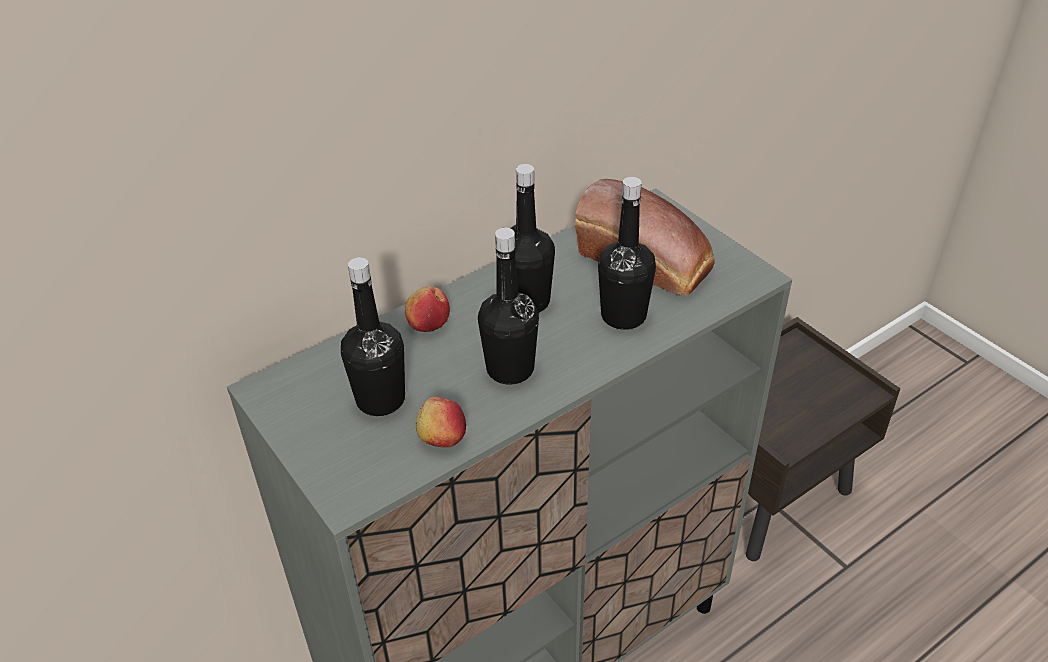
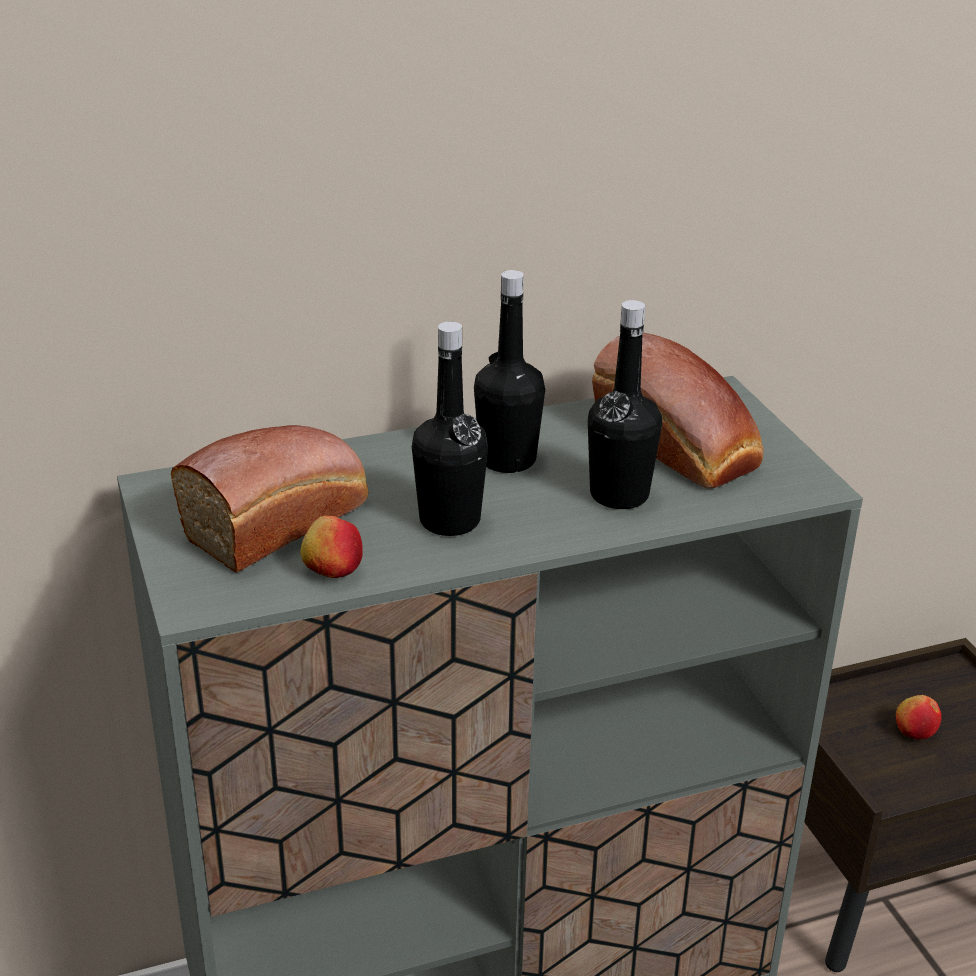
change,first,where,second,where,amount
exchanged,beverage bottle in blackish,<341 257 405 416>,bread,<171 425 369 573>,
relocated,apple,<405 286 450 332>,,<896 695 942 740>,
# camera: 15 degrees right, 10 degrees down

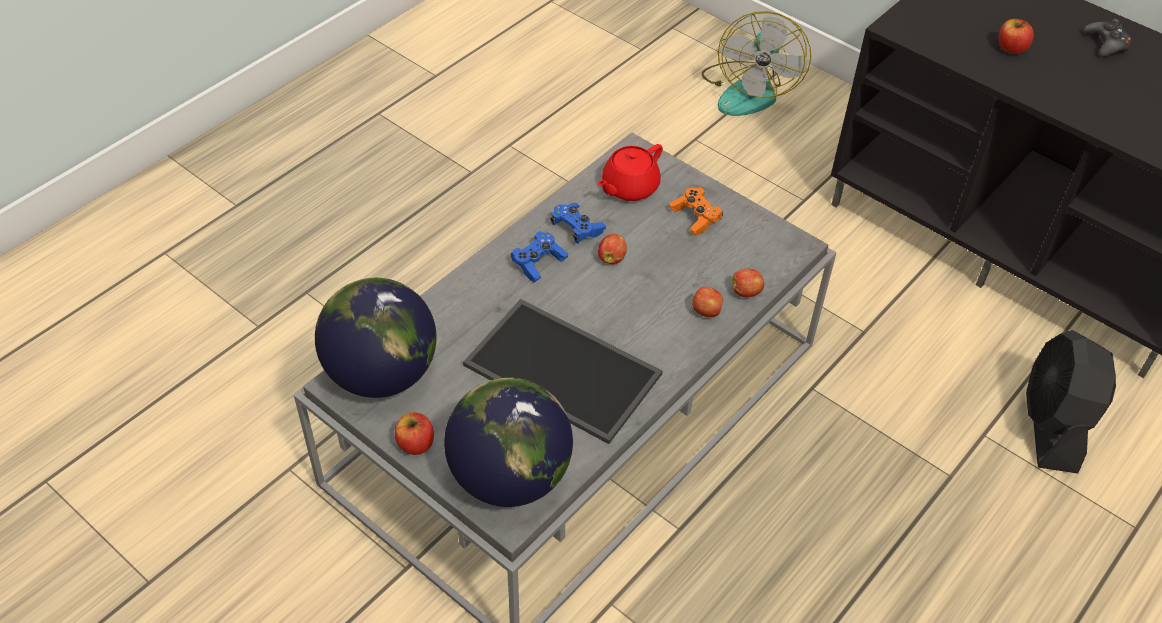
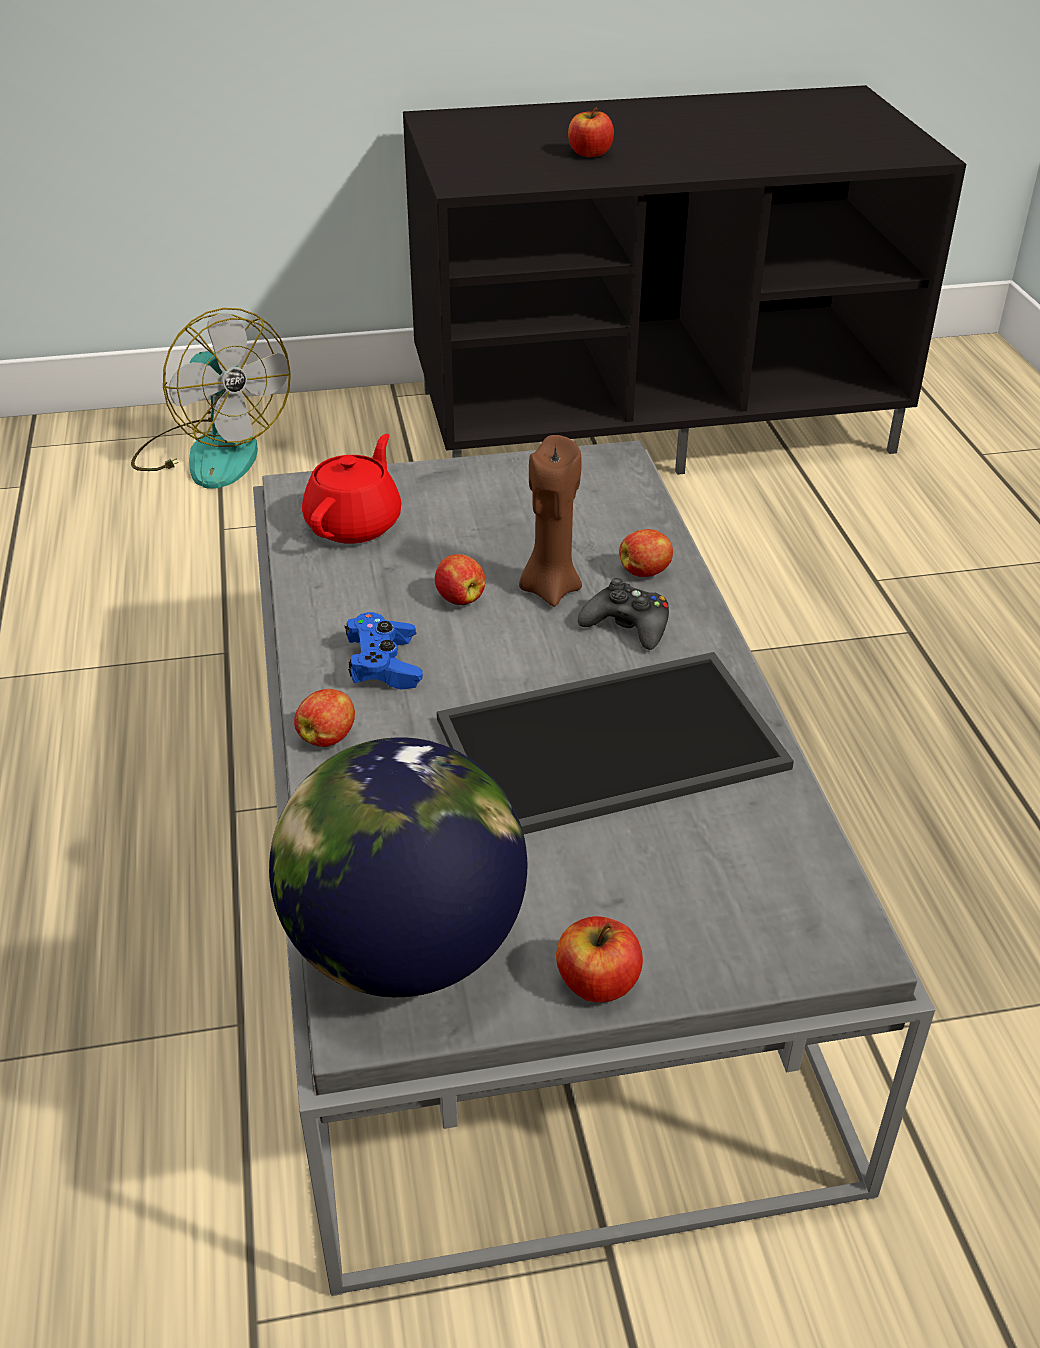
change,first,where,second,where,amount
relocated,joypad in blackish,<1084 19 1132 57>,,<578 578 669 650>,
spun,tea pot in red,<597 144 663 201>,,<302 434 402 543>,150 degrees counterclockwise
missing,joypad in orange-coloured,<669 187 723 236>,,,
missing,joypad in blue-coloured,<550 203 606 243>,,,
relocated,apple,<732 269 764 297>,,<294 689 355 747>,
missing,fan in blackish,<1026 330 1116 474>,,,
missing,world globe,<444 378 573 507>,,,
appeared,,,candle in brown,<519 435 582 607>,
# camera: 50 degrees left, 10 degrees down

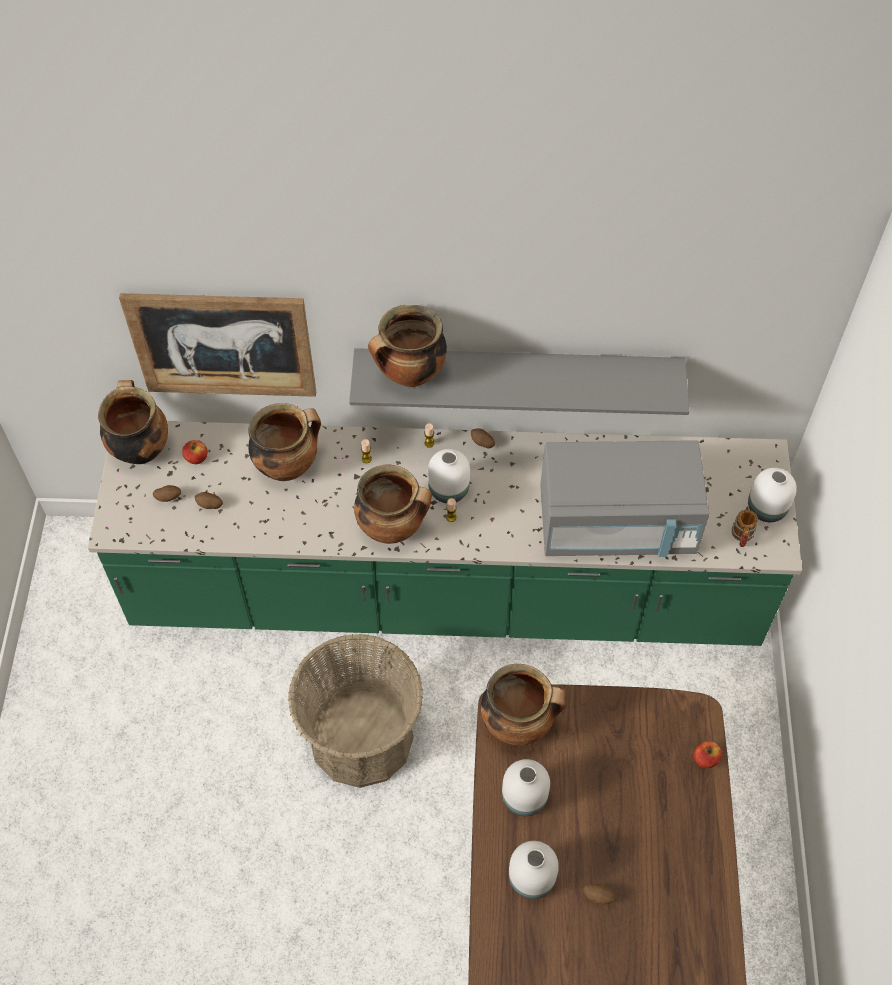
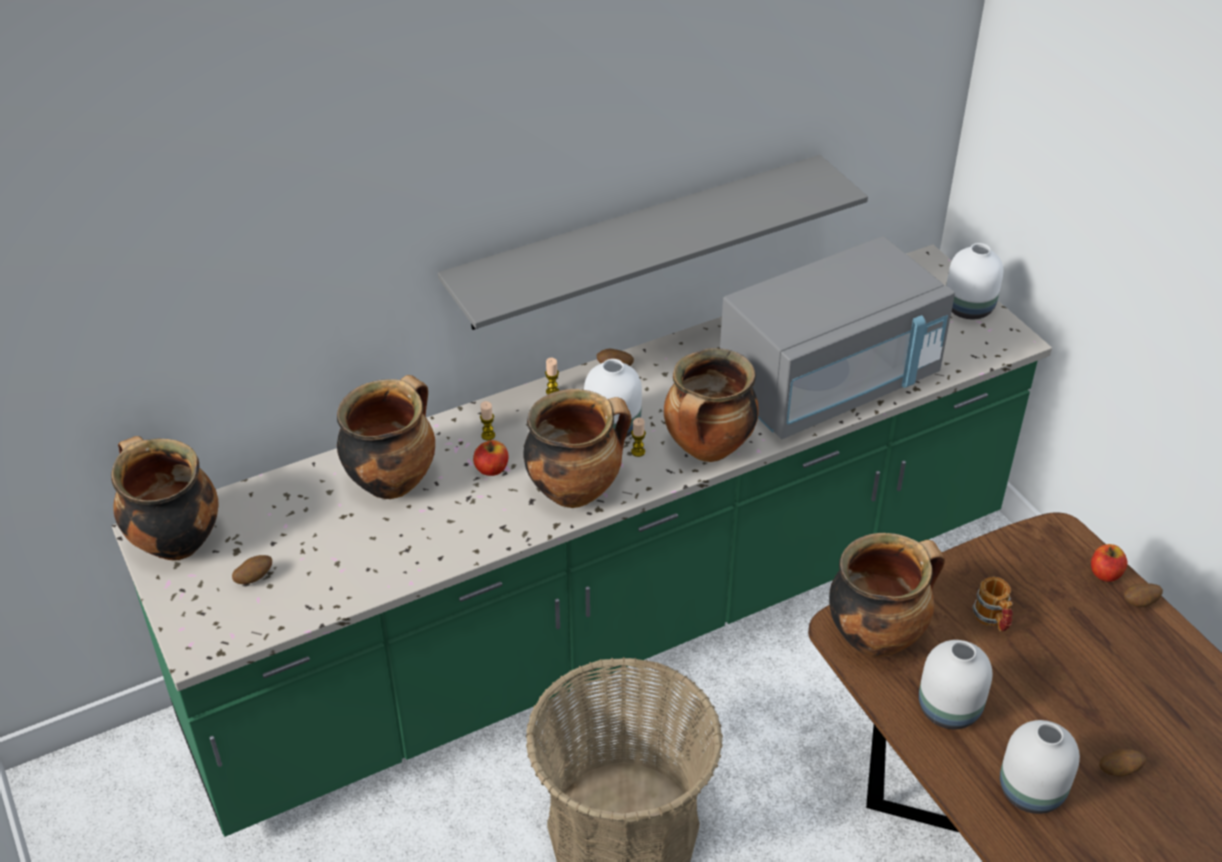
change,first,where,second,where,amount
missing,wall picture,<119 293 316 397>,,,
relocated,stockpot,<368 305 447 387>,,<664 348 759 462>,
relocated,apple,<182 440 208 464>,,<473 440 509 476>,
relocated,whole potato,<195 492 223 509>,,<1124 583 1163 607>,
relocated,mug,<732 510 758 547>,,<972 577 1013 632>,
# camera: 30 degrees left, 15 degrees down

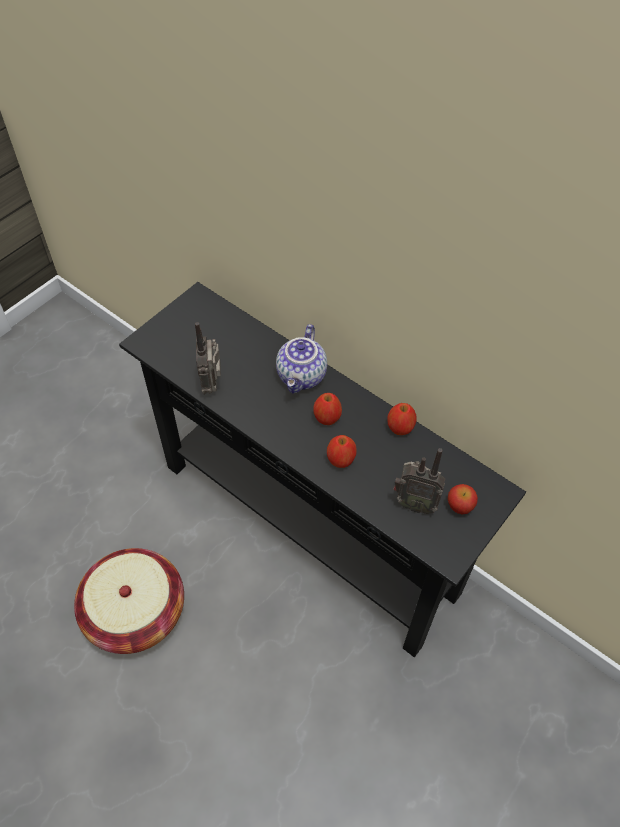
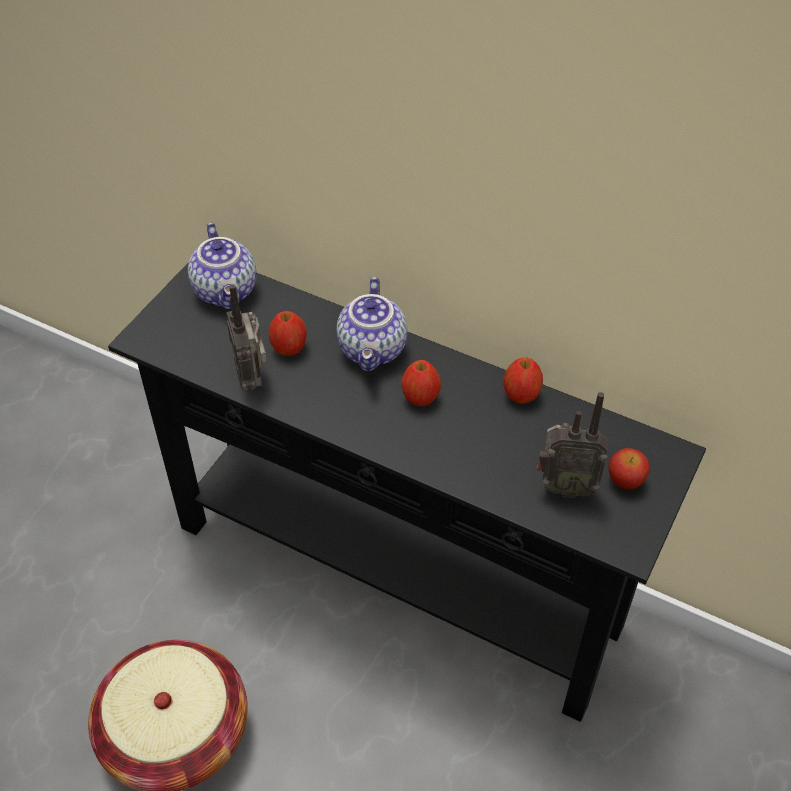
change,first,where,second,where,amount
relocated,apple,<327 435 357 468>,,<269 311 307 356>,
appeared,,,tea pot,<188 222 257 309>,
# camera: 10 degrees left, 5 degrees down

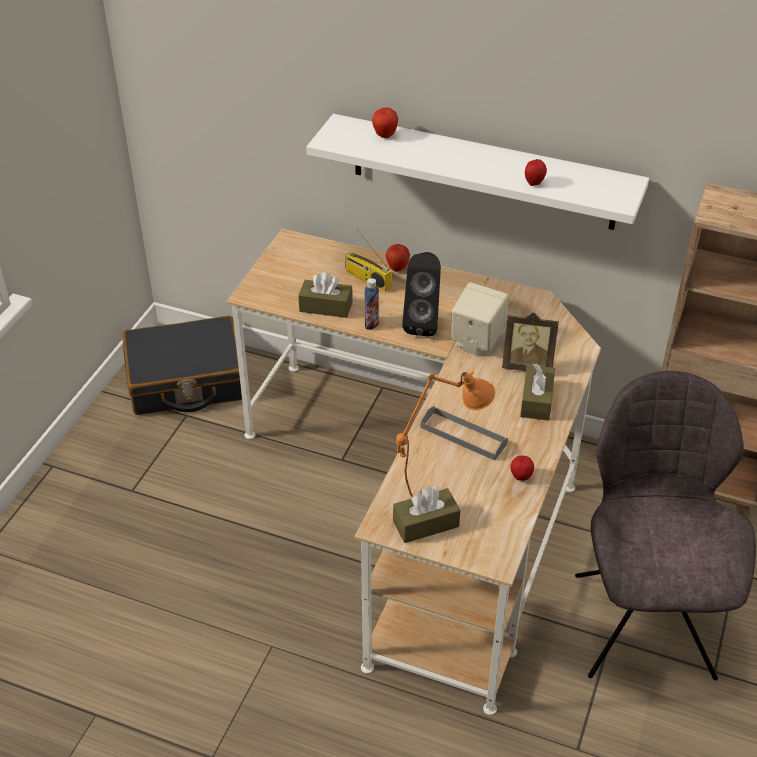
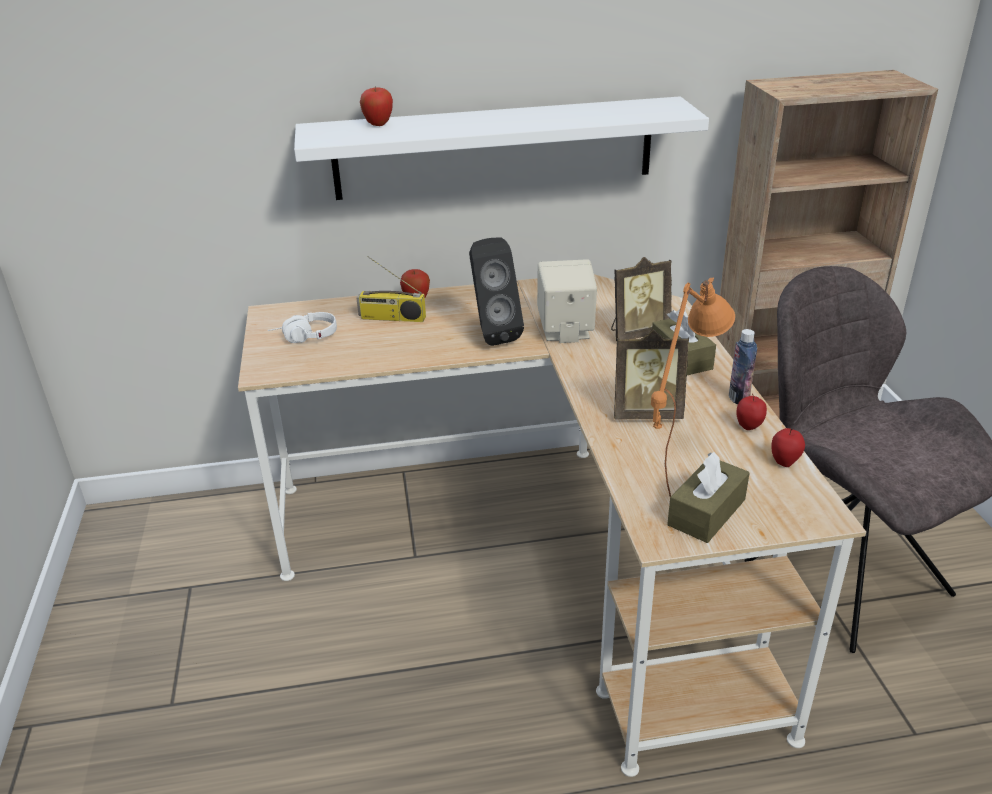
change,first,where,second,where,amount
relocated,apple,<525 159 547 186>,,<772 428 805 467>,
missing,tissue box in brown,<298 272 353 318>,,,
relocated,beverage bottle,<364 278 379 330>,,<729 329 757 405>,
missing,piece of luggage in blackish,<122 316 242 415>,,,
exchanged,tray in greyish,<421 406 508 461>,picture frame,<614 329 689 419>,
appeared,,,pair of headphones in white-coloured,<268 312 337 343>,
# camera: 30 degrees left, 10 degrees down

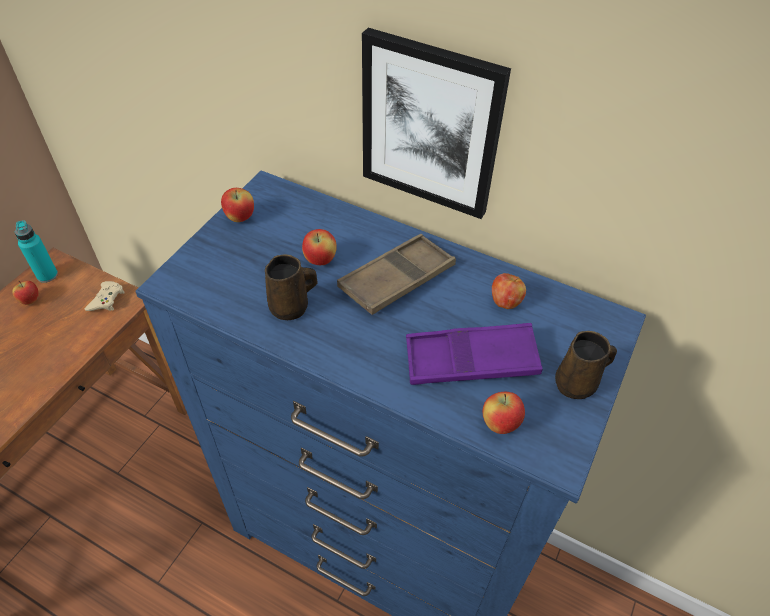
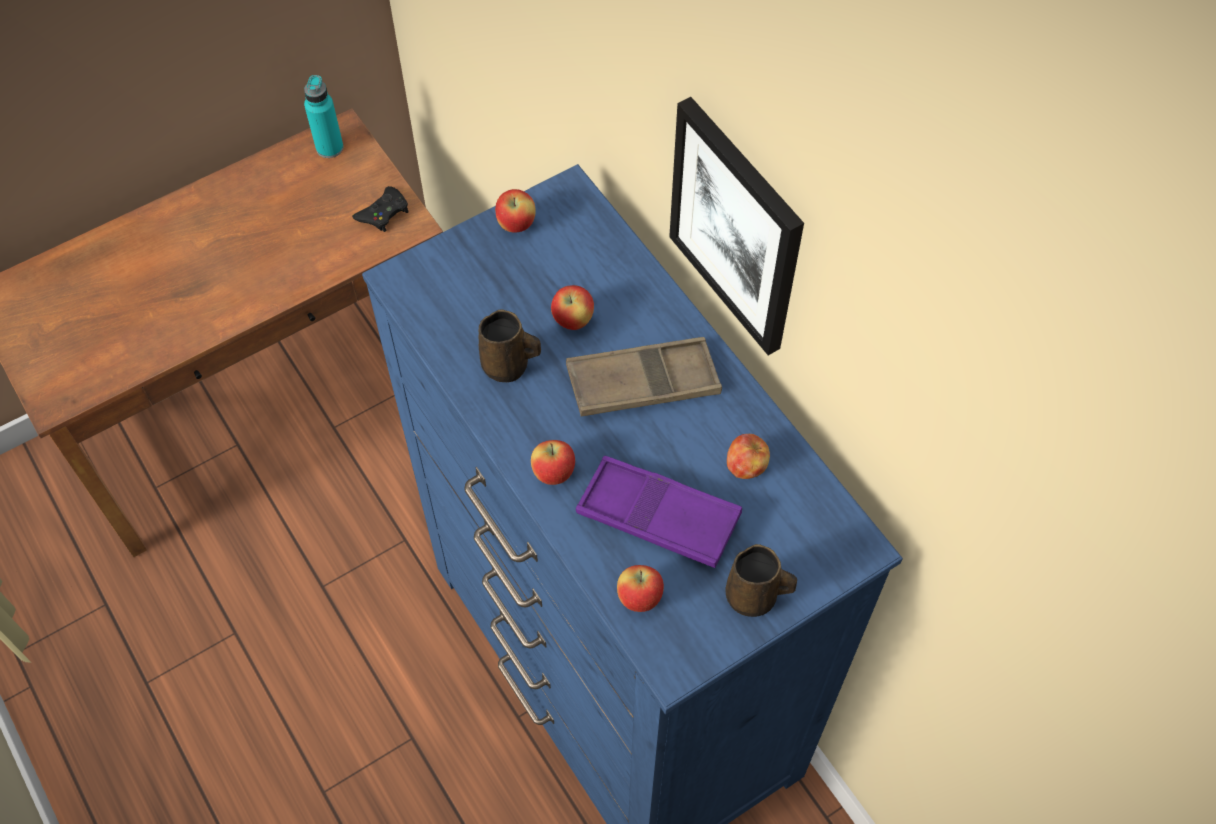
change,first,where,second,where,amount
relocated,apple,<12 281 39 305>,,<531 440 575 485>,
colour,joypad in beige,<85 281 125 311>,joypad in blackish,<352 186 409 232>,
# camera: 30 degrees right, 10 degrees up

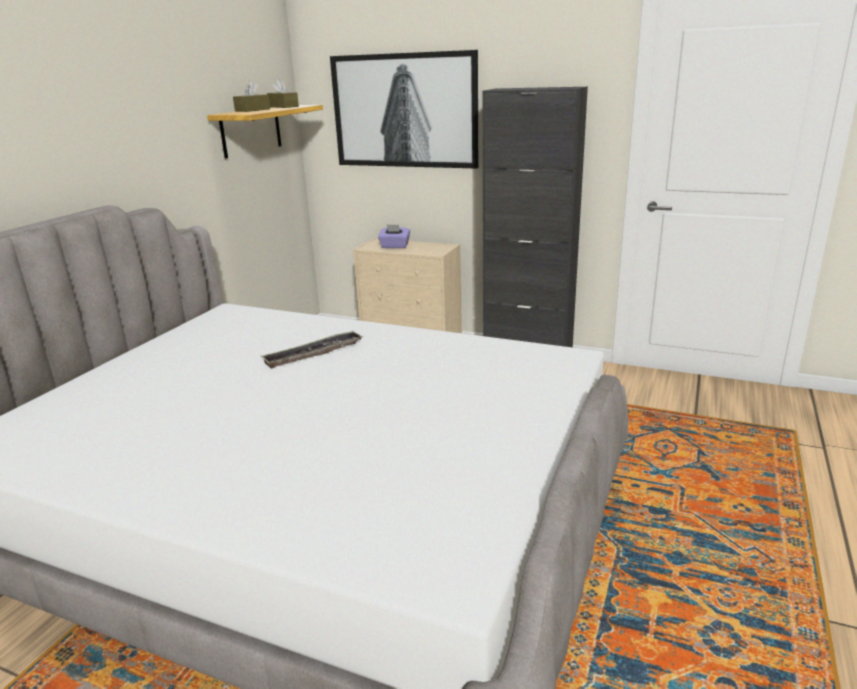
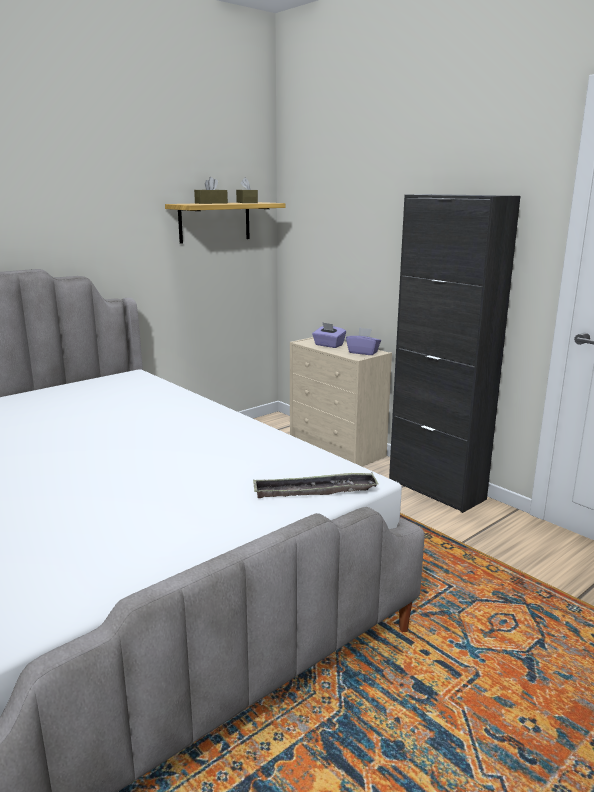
change,first,where,second,where,amount
missing,wall picture,<330 50 478 169>,,,
relocated,tray,<261 330 362 368>,,<253 473 379 498>,
appeared,,,tissue box in purple,<346 328 381 355>,
# camera: 25 degrees right, 5 degrees down

